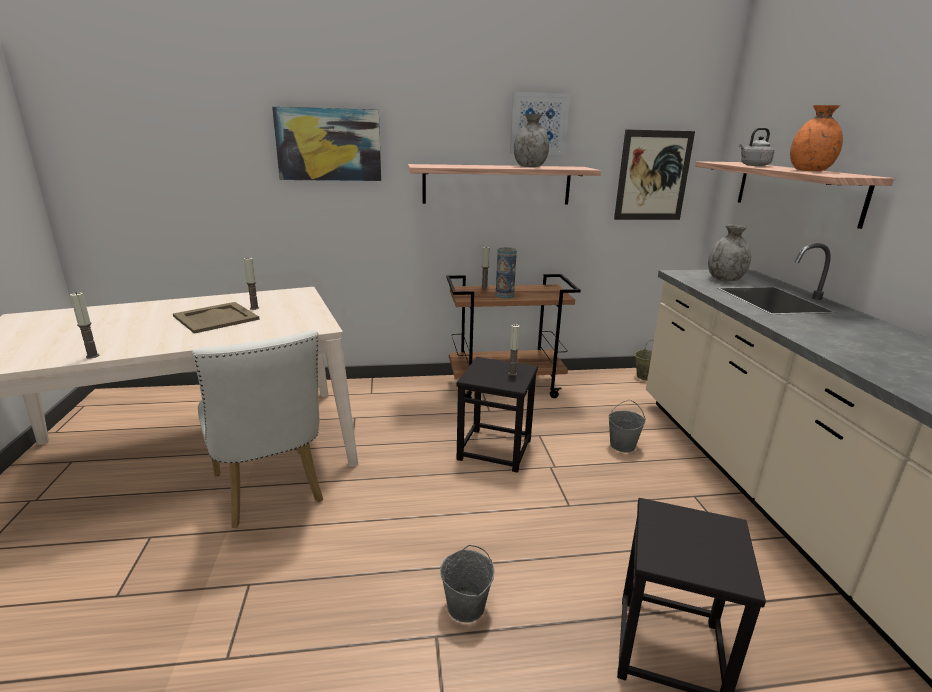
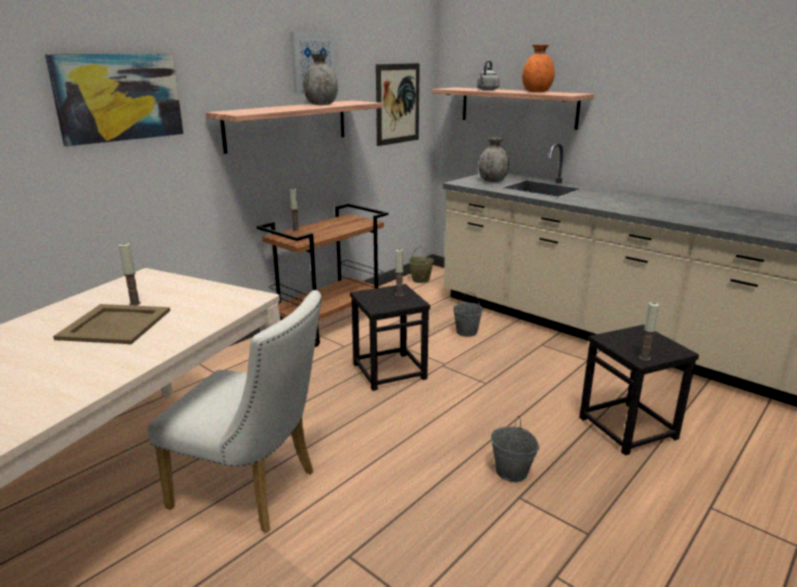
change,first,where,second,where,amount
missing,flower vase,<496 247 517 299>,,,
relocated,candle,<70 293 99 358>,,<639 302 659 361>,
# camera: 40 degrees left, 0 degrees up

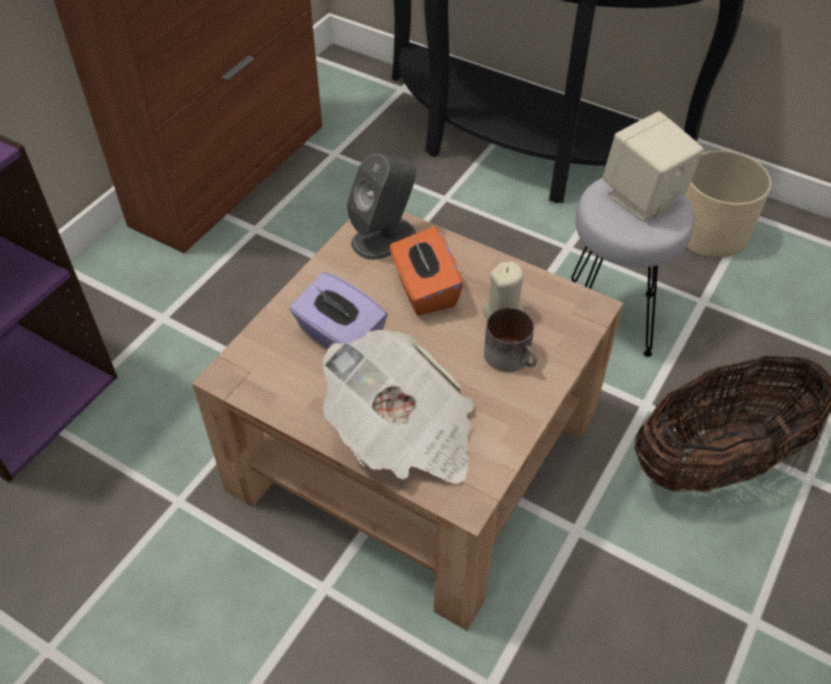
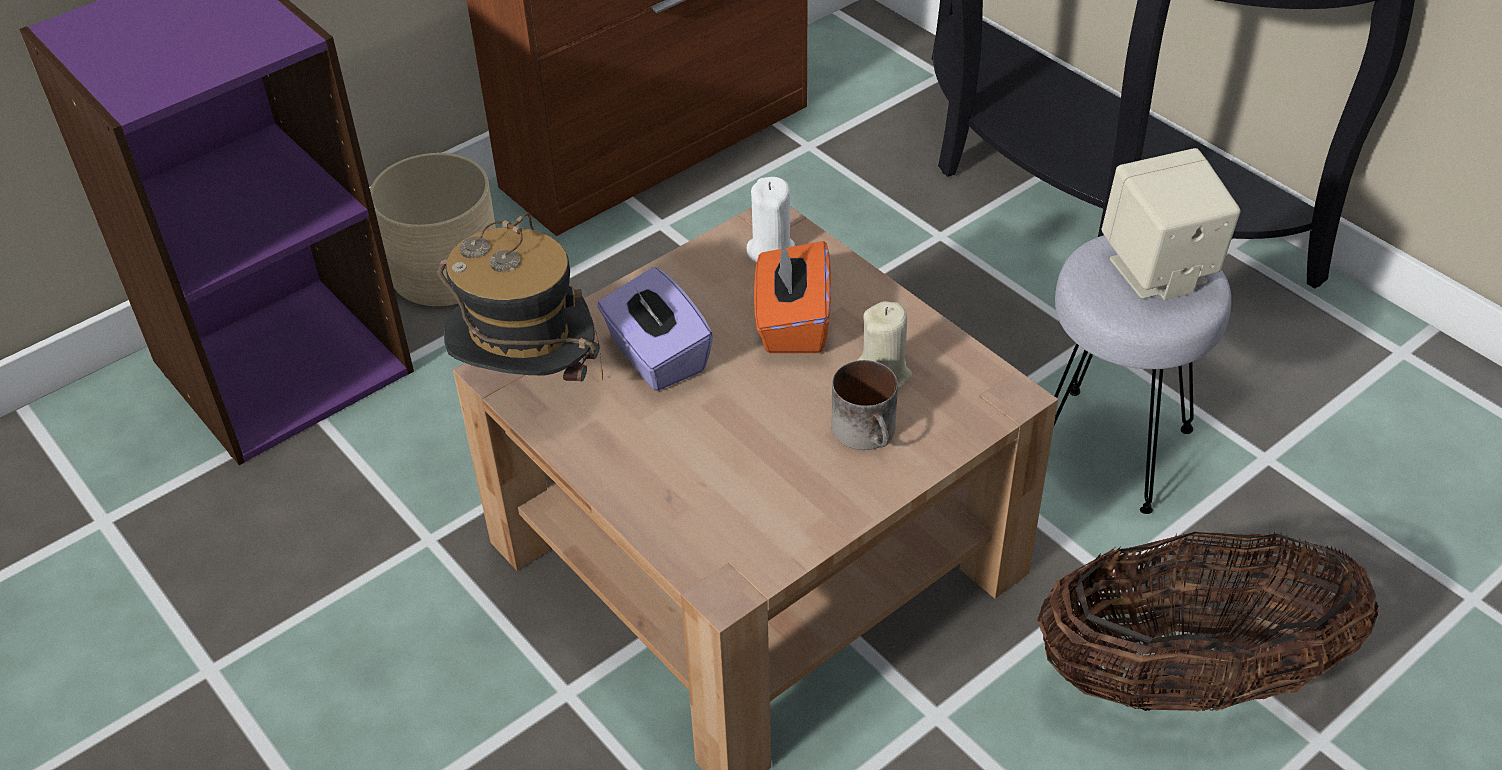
change,first,where,second,where,amount
relocated,plant pot in beige,<683 150 772 258>,,<370 153 496 306>,
exchanged,speaker in greyish,<347 153 416 260>,candle in white-coloured,<746 177 795 262>,
missing,printed paper,<322 330 474 484>,,,
appeared,,,wearable hat,<438 213 603 382>,
# camera: 20 degrees right, 5 degrees down

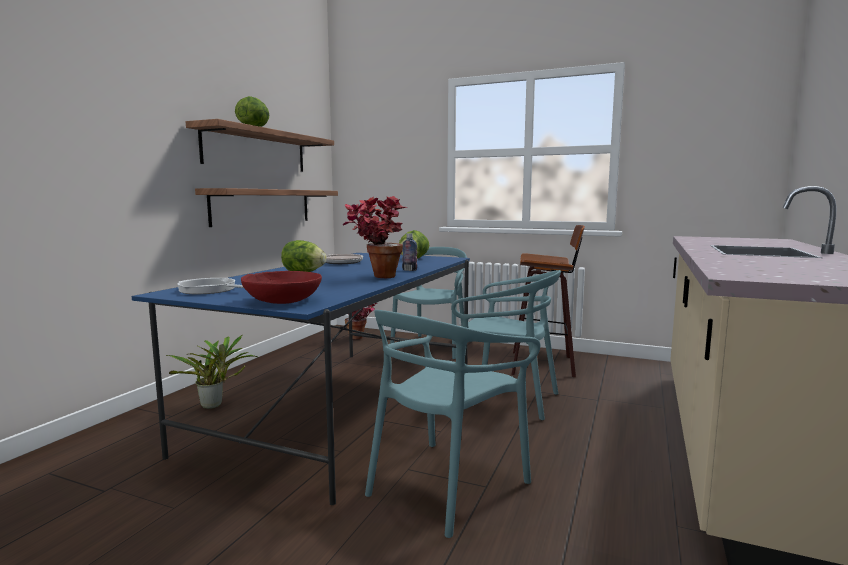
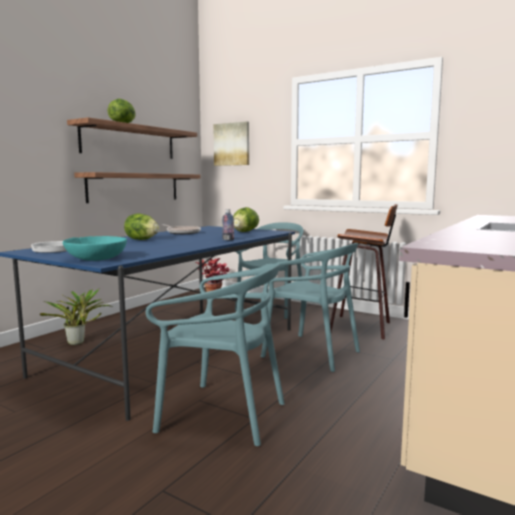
change,first,where,second,where,amount
missing,potted plant,<343 196 408 278>,,,
colour,deep dish in red,<241 271 322 304>,deep dish in blue-green,<63 236 127 261>,
spun,chair in blue-green,<365 310 540 538>,,<145 263 285 446>,120 degrees counterclockwise
appeared,,,wall picture,<213 121 249 166>,
# camera: 10 degrees right, 0 degrees up

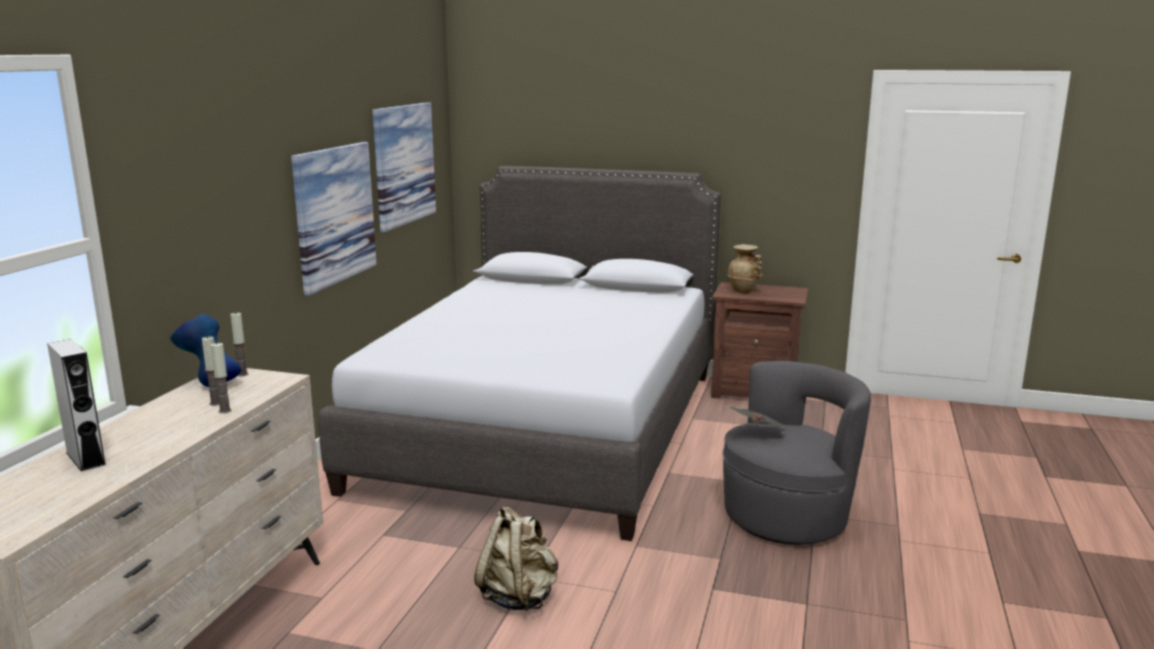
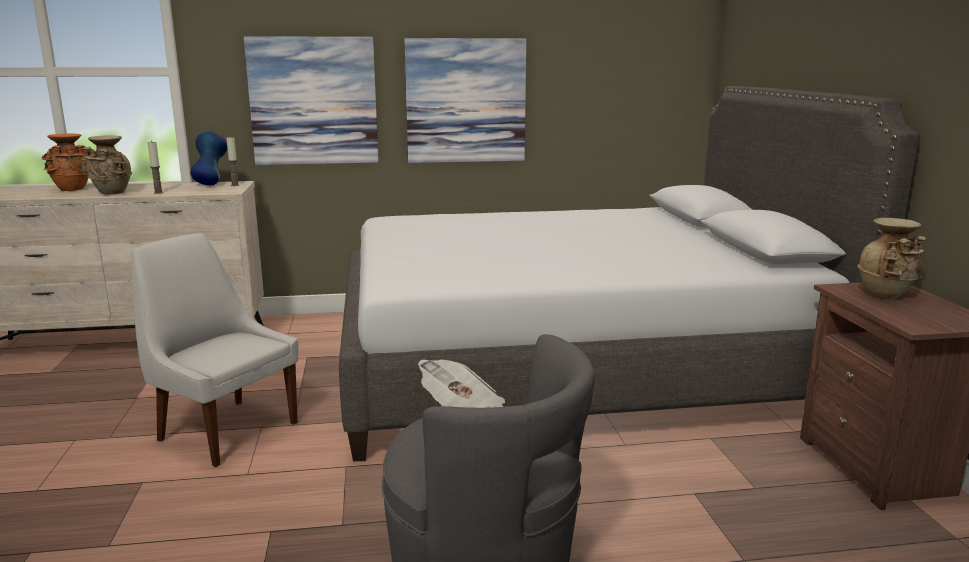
change,first,where,second,where,amount
relocated,wall picture,<372 102 436 232>,,<244 36 379 165>,
missing,candle,<202 336 219 406>,,,
exchanged,speaker in greyish,<47 339 106 472>,flower vase in orange-coloured,<42 133 88 191>,
exchanged,knapsack in beige,<474 506 558 611>,chair in white-coloured,<131 233 298 467>,
appeared,,,flower vase in beige,<81 135 132 195>,
# camera: 65 degrees right, 0 degrees up

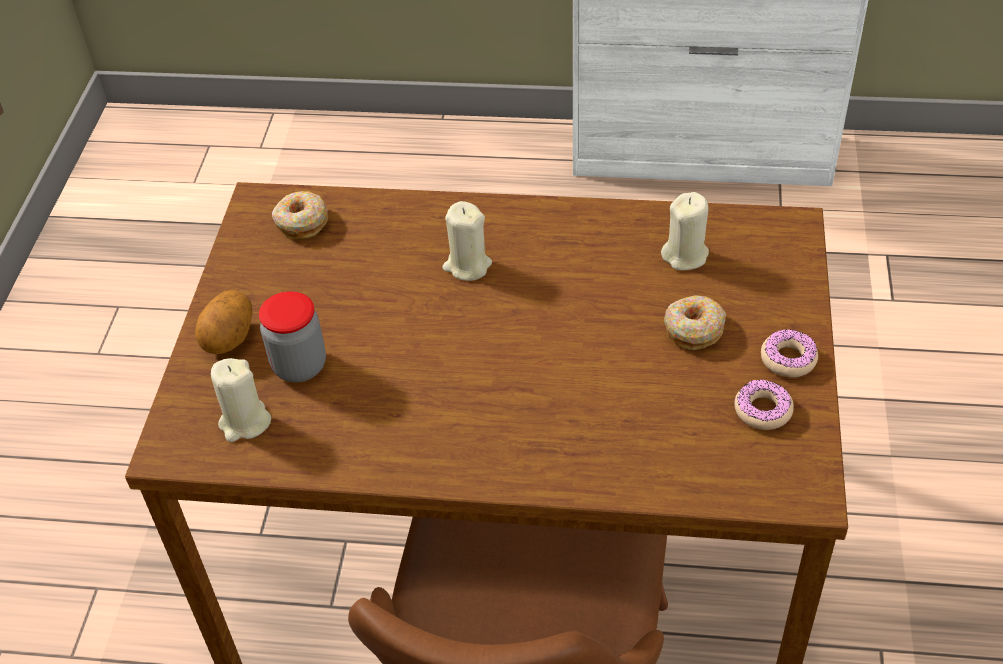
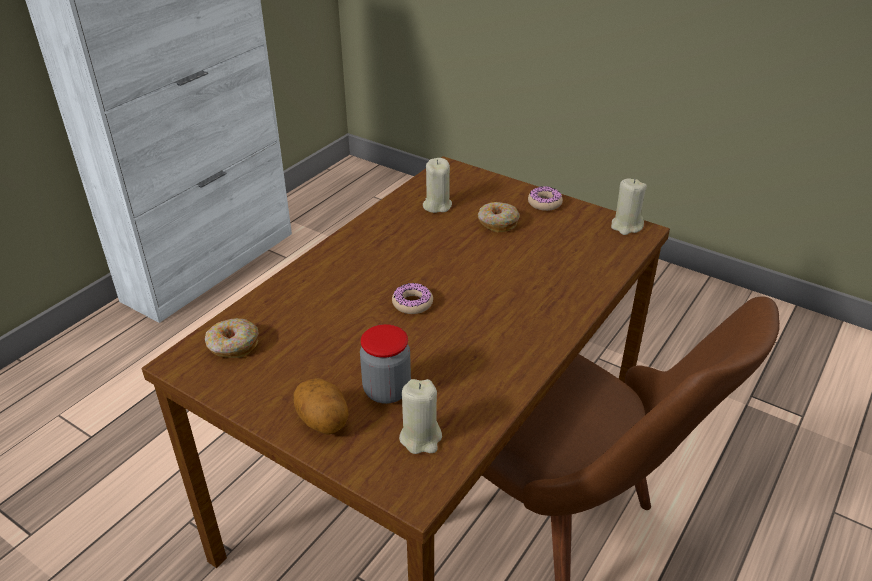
change,first,where,second,where,amount
relocated,candle in beige,<442 201 492 281>,,<611 178 647 235>,
relocated,doughnut,<734 379 794 430>,,<392 283 433 314>,
# camera: 65 degrees left, 10 degrees down

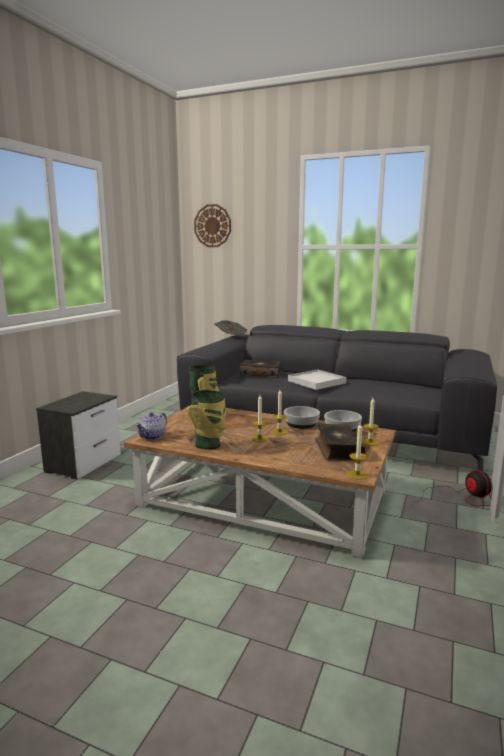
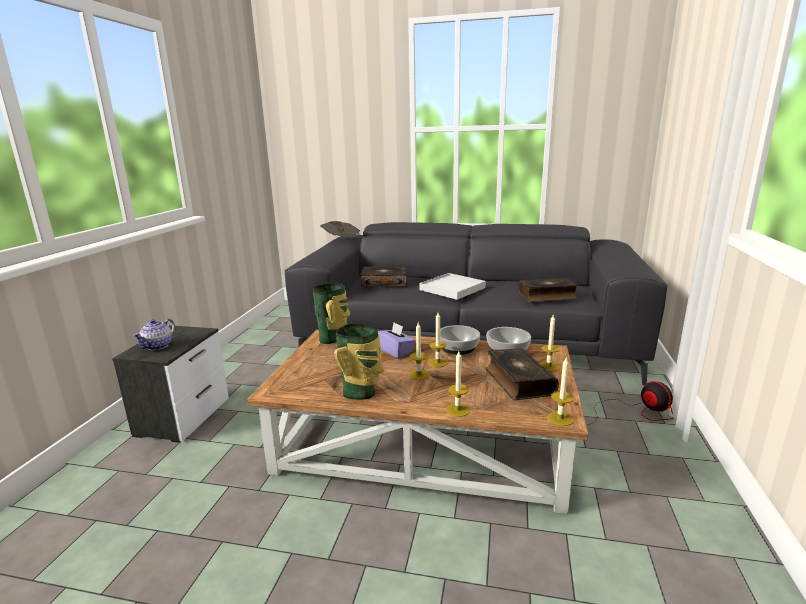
change,first,where,second,where,amount
missing,clock on the wall,<194 204 231 247>,,,
relocated,tea pot,<135 412 167 440>,,<132 319 175 350>,
appeared,,,bound book,<518 278 578 302>,
appeared,,,tissue box in purple,<378 323 416 358>,
appeared,,,candle,<446 351 470 417>,
# camera: 10 degrees left, 5 degrees up

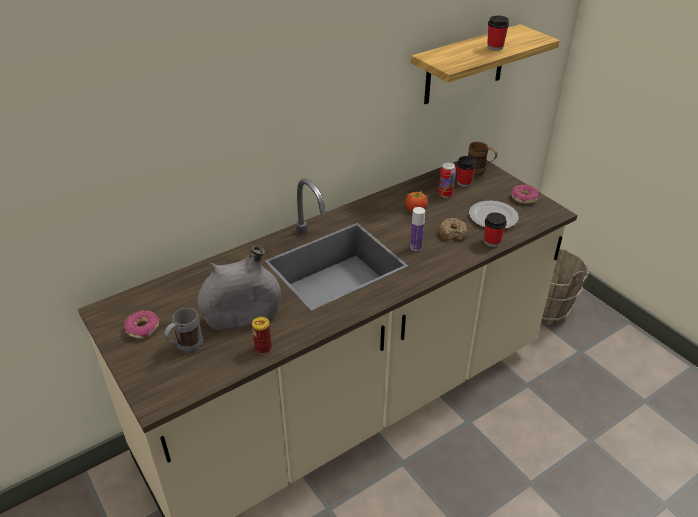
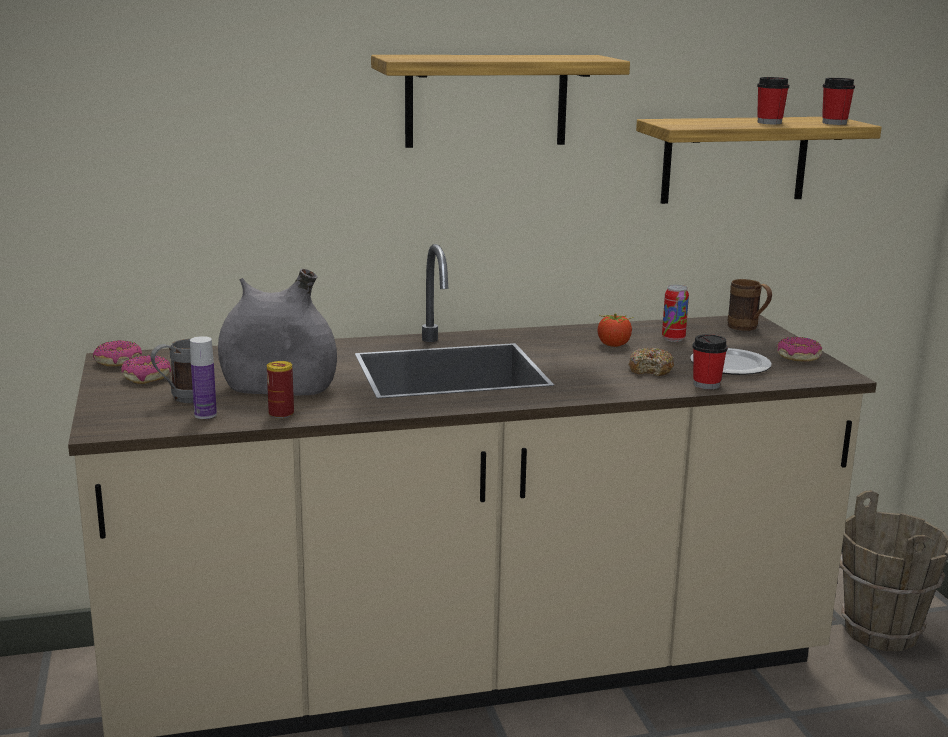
change,first,where,second,where,amount
relocated,cup,<457 156 476 187>,,<822 78 855 125>,
relocated,beverage bottle,<410 207 425 251>,,<190 336 217 419>,
appeared,,,bracket shelf,<371 55 630 148>,
appeared,,,doughnut,<93 340 142 366>,
# camera: 20 degrees right, 20 degrees down

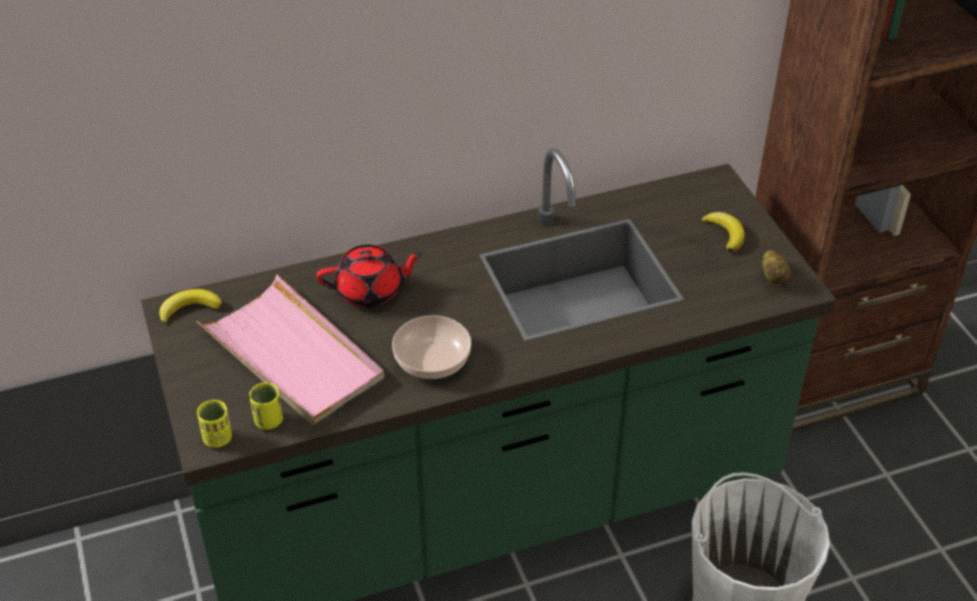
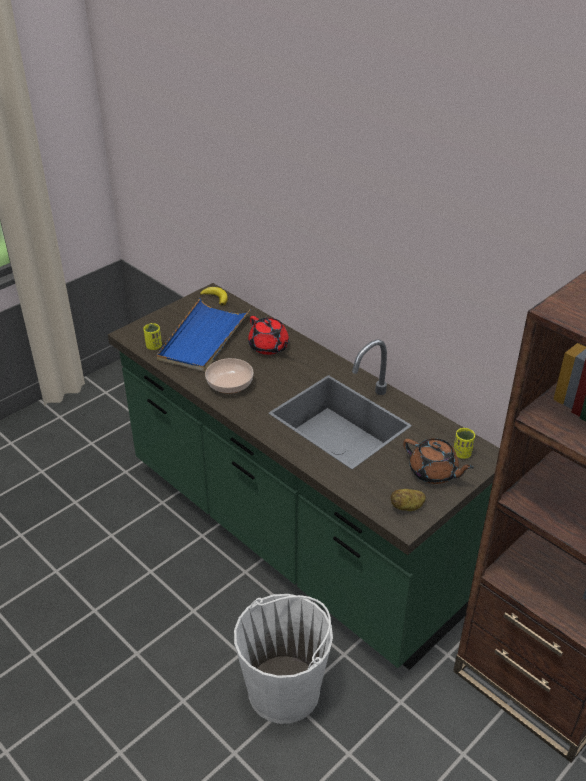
change,first,where,second,where,amount
exchanged,banana,<701 212 745 252>,tea pot in brown,<403 438 474 484>,
colour,tray in pinkish,<196 275 385 425>,tray in blue-coloured,<157 299 251 372>,
relocated,cup in yellow,<197 400 232 448>,,<454 428 475 459>,
# camera: 65 degrees right, 5 degrees down

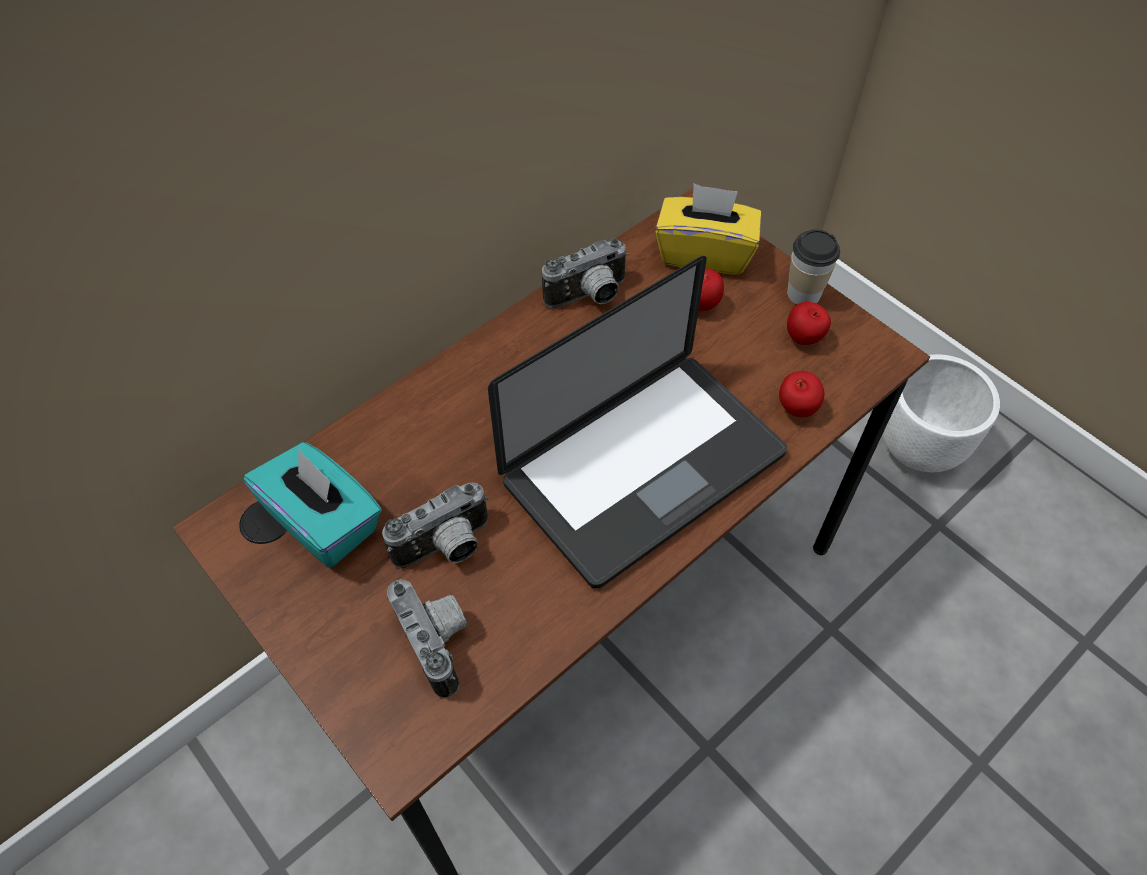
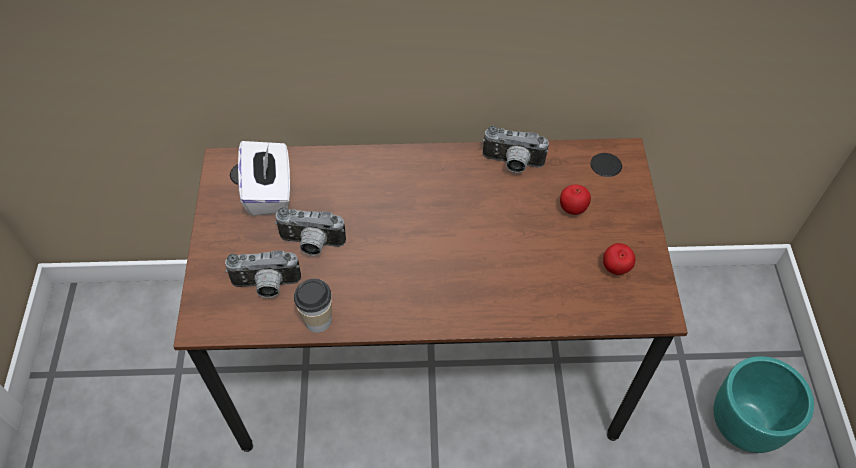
change,first,where,second,where,amount
missing,tissue box in yellow,<655 184 761 275>,,,
relocated,cup,<787 229 840 305>,,<294 279 332 333>,
missing,laptop,<488 256 787 588>,,,
colour,plant pot in white-coloured,<882 354 1000 472>,plant pot in blue-green,<714 356 814 453>,
missing,apple,<779 371 825 417>,,,
colour,tissue box in blue-green,<244 442 382 568>,tissue box in white-coloured,<238 141 290 216>,
spun,photo camera,<387 579 468 698>,,<225 250 301 298>,75 degrees clockwise
# camera: 40 degrees right, 0 degrees up

